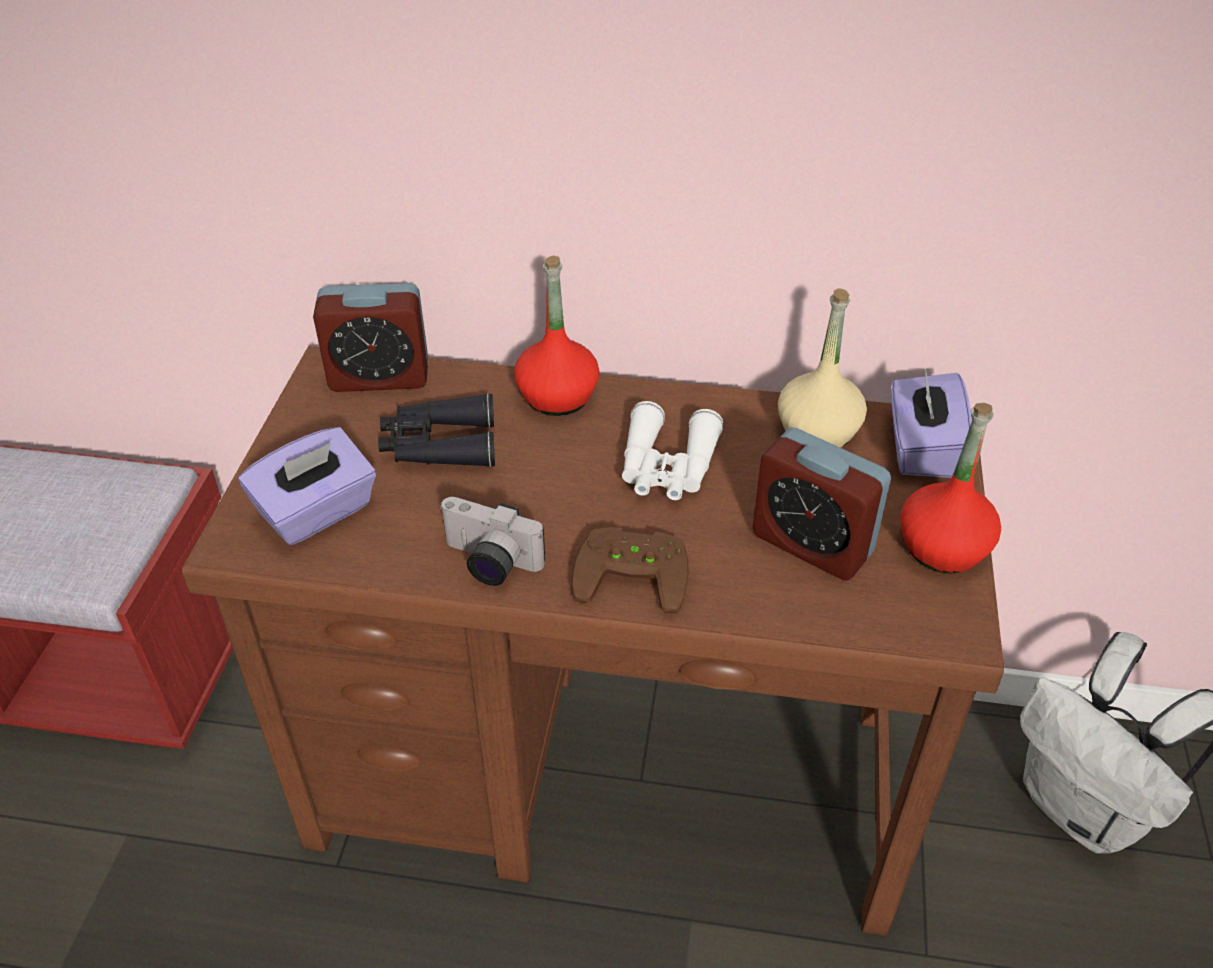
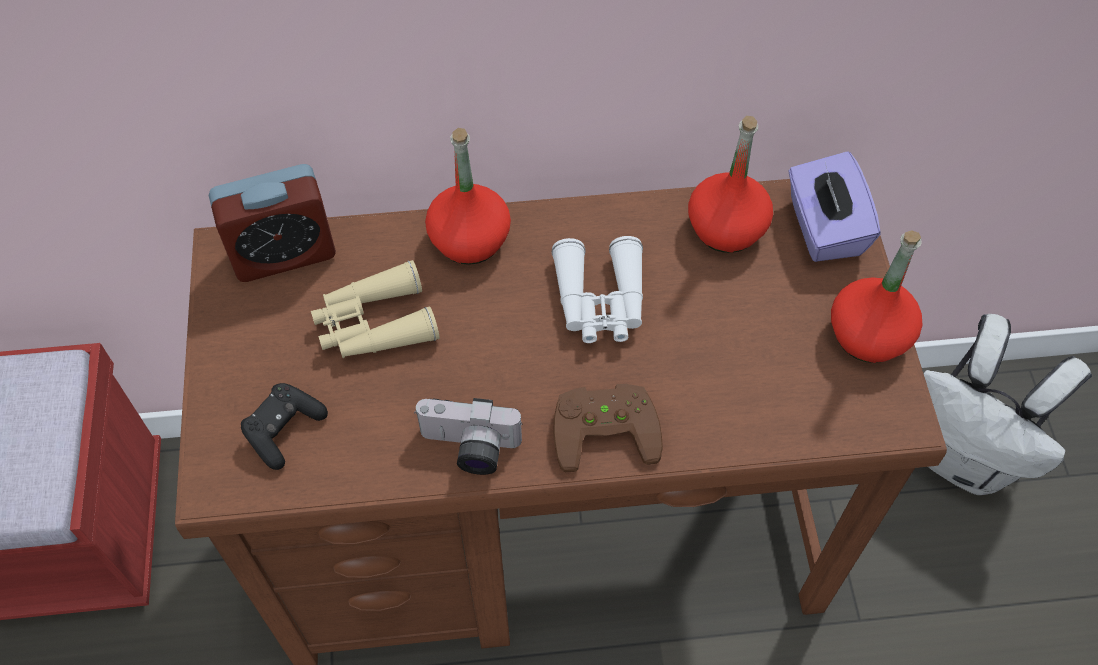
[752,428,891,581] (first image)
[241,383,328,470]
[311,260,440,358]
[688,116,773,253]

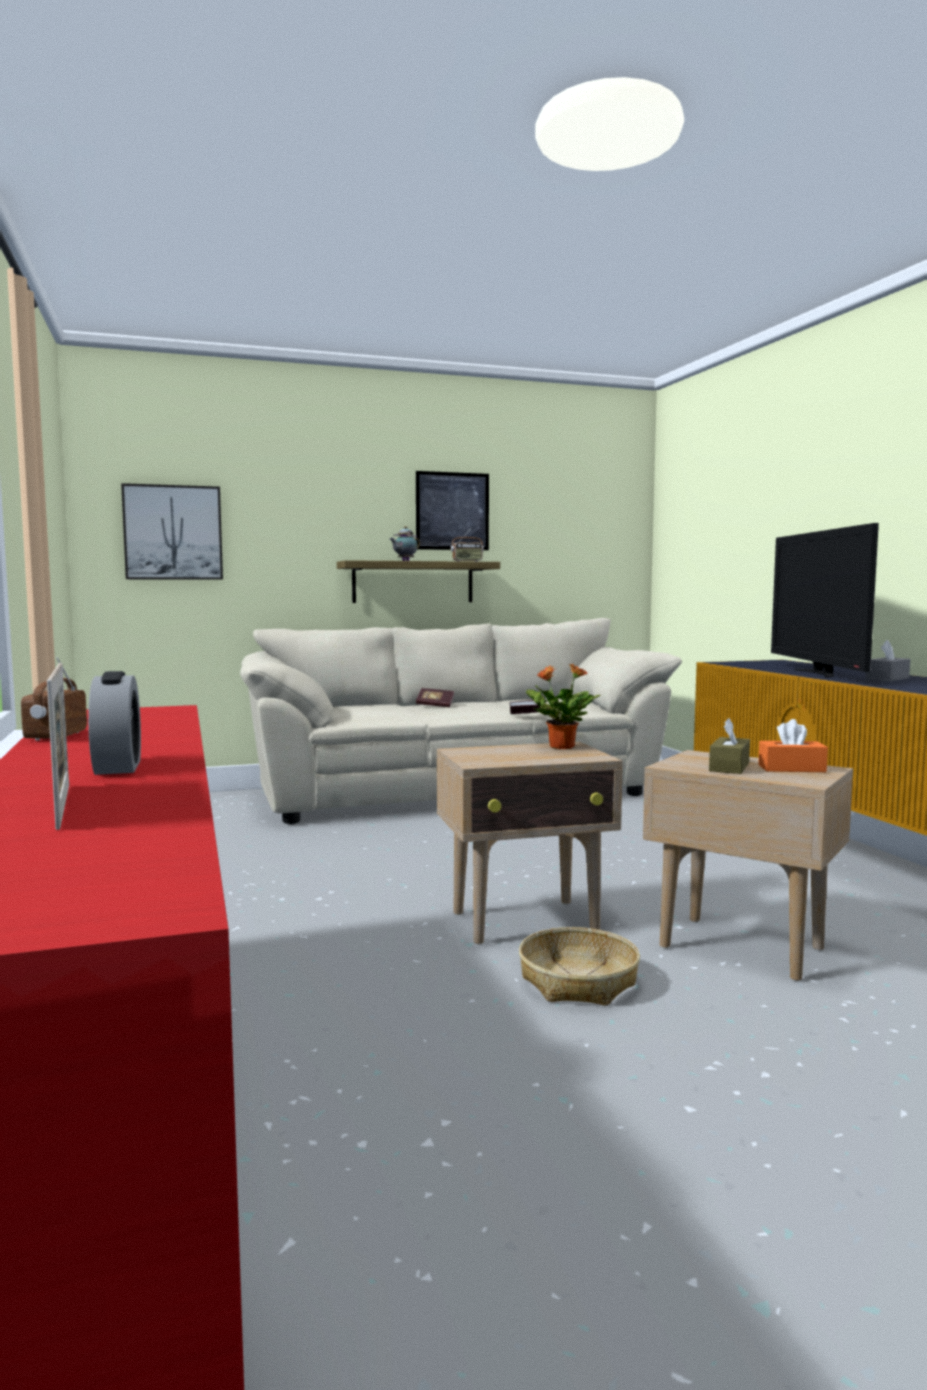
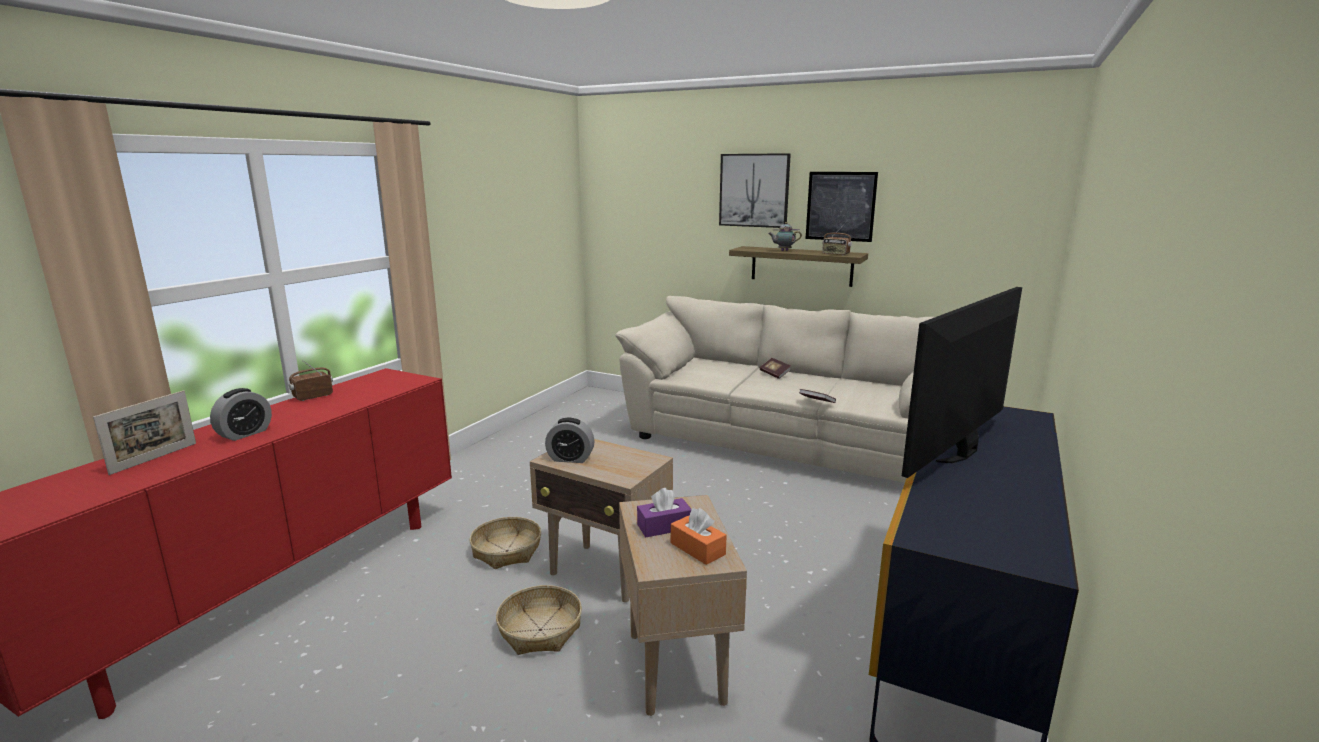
[526,663,601,749] (first image)
[865,640,910,682] (first image)
[470,517,541,569]
[545,418,595,463]
[719,153,791,228]
[637,488,691,537]

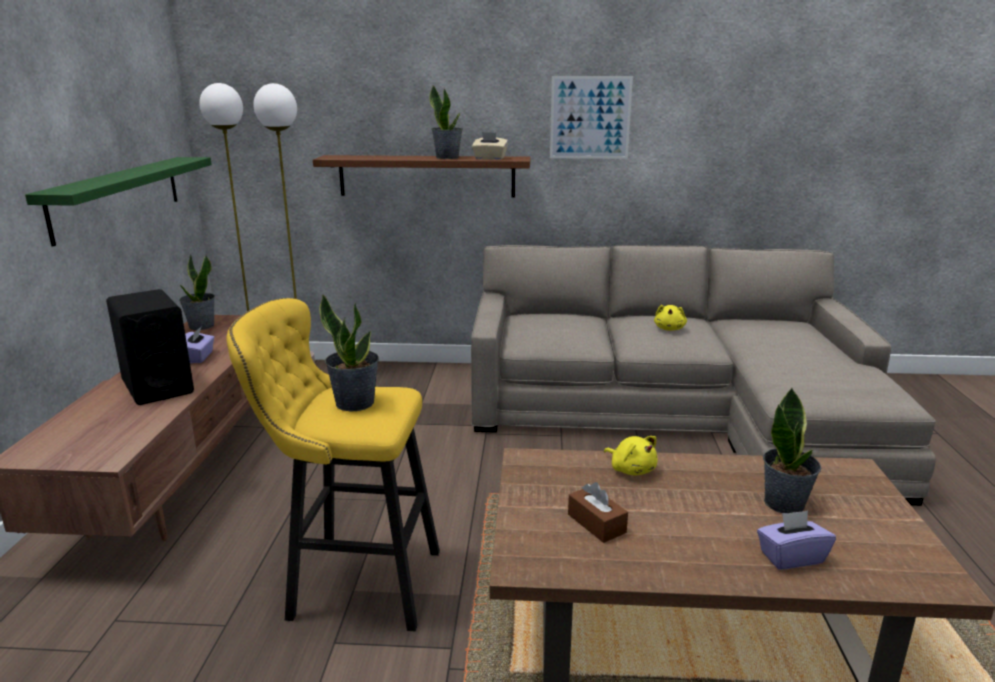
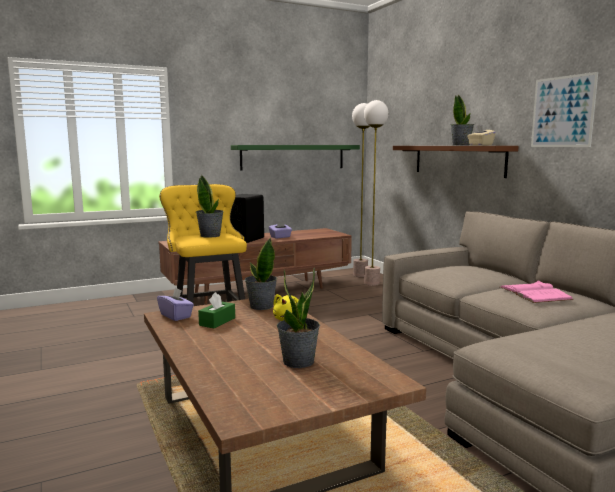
[245,238,277,310]
[157,287,194,321]
[500,280,574,303]
[198,292,235,328]

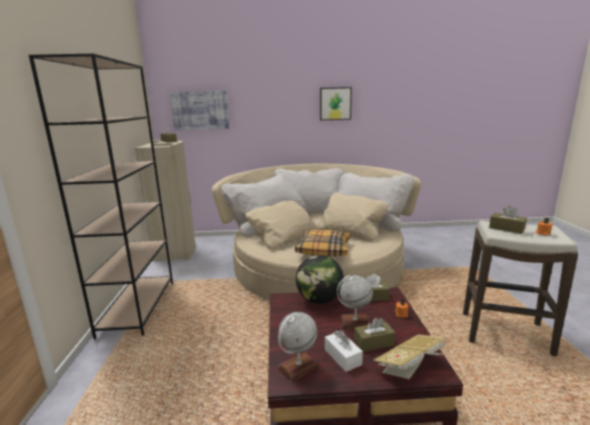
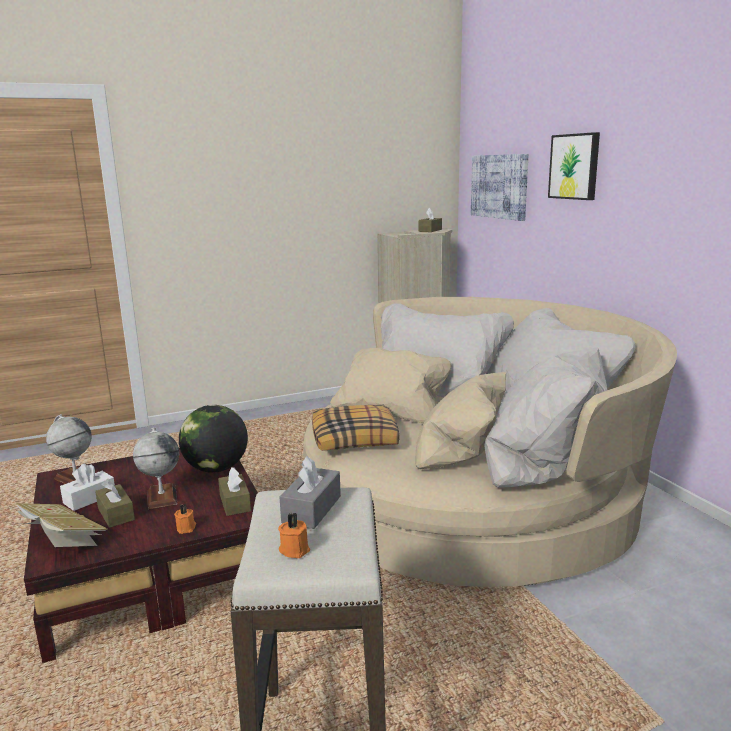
[29,54,173,339] (first image)
[548,132,600,200]
[279,456,341,529]

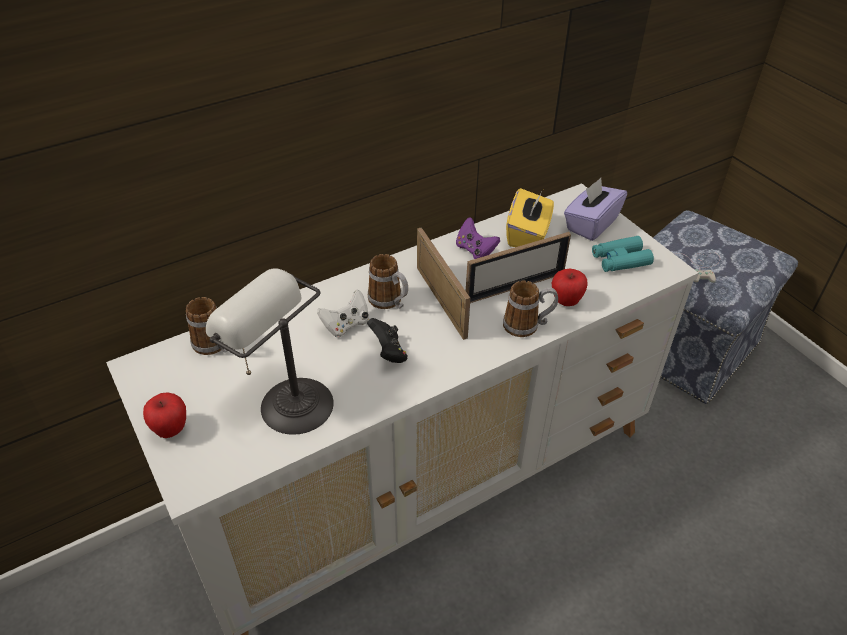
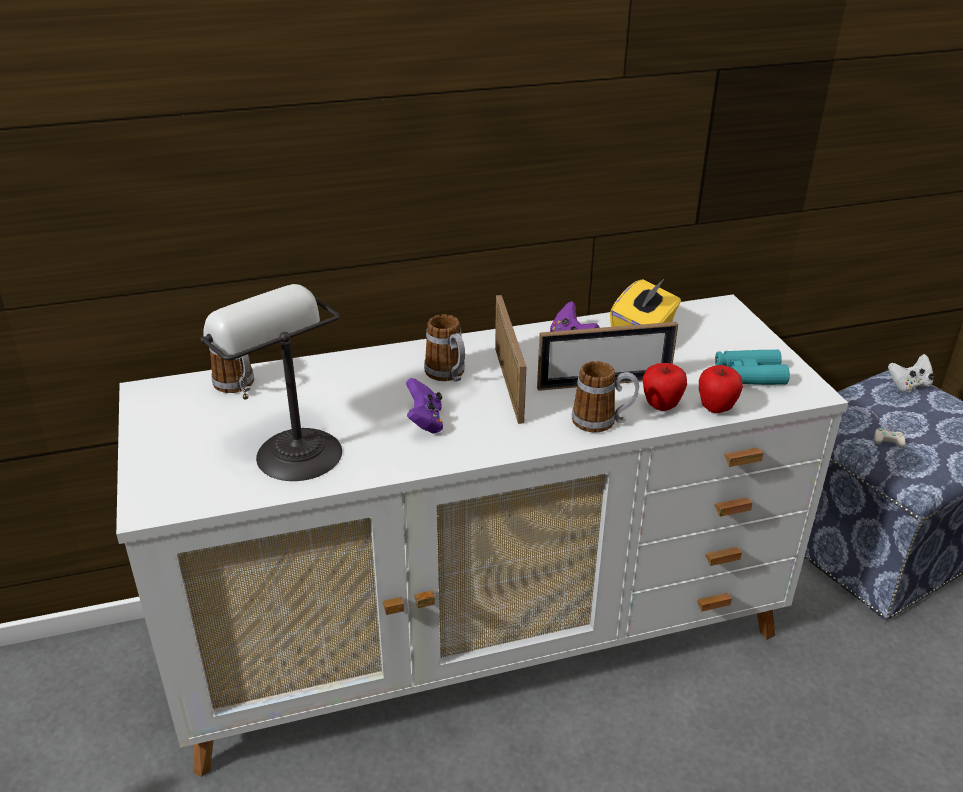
[564,178,627,241] (first image)
[699,365,743,413]
[888,354,935,392]
[406,378,443,433]

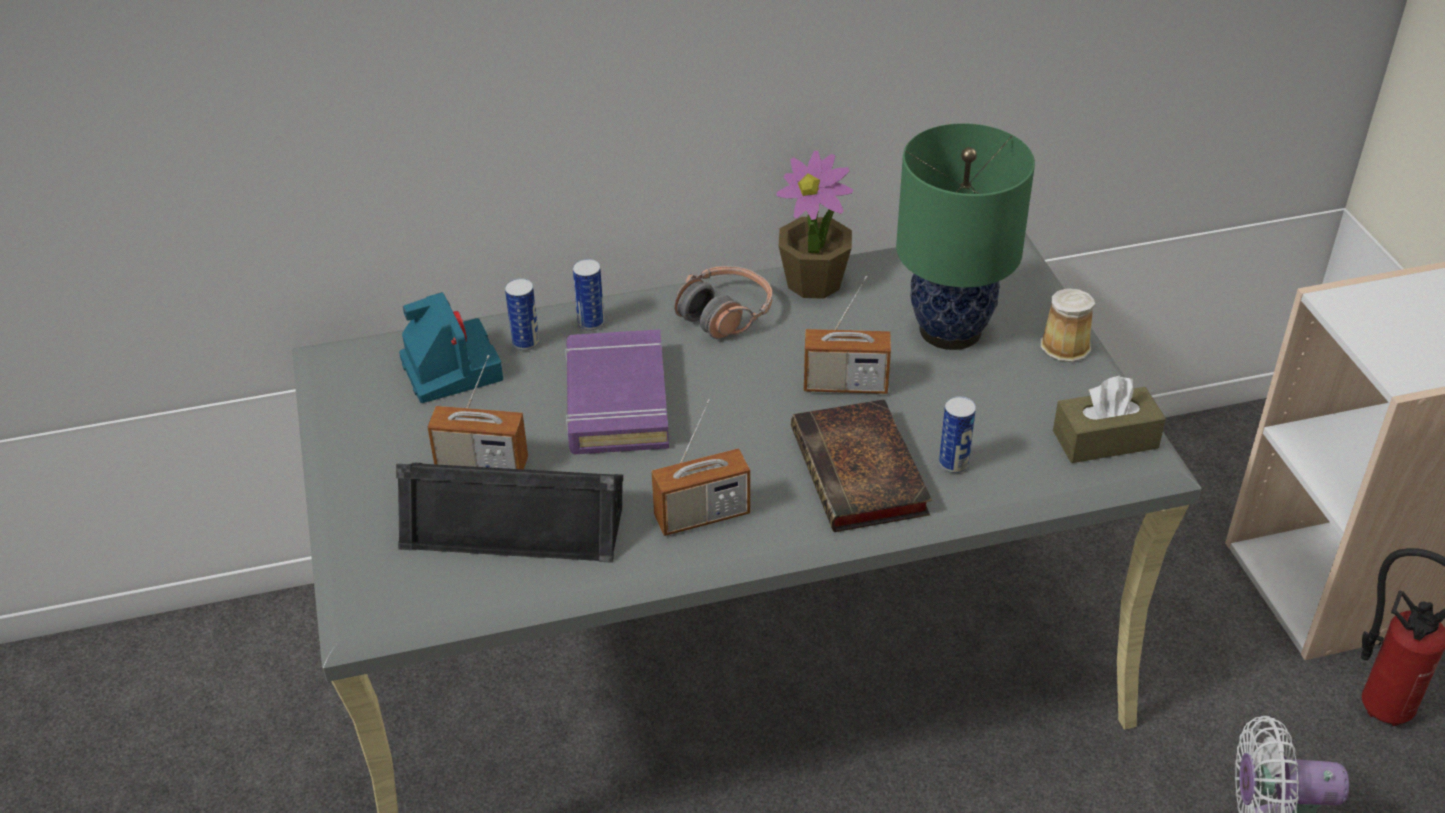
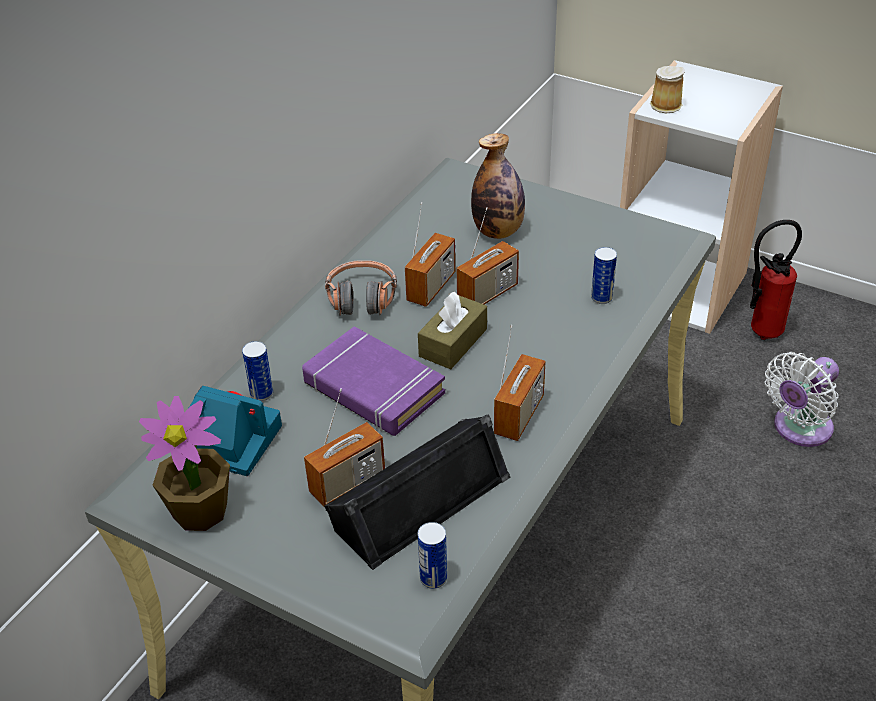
[791,399,932,532] (first image)
[405,202,455,307]
[418,522,447,589]
[139,396,230,531]
[650,66,685,113]
[418,292,487,369]
[471,133,525,239]

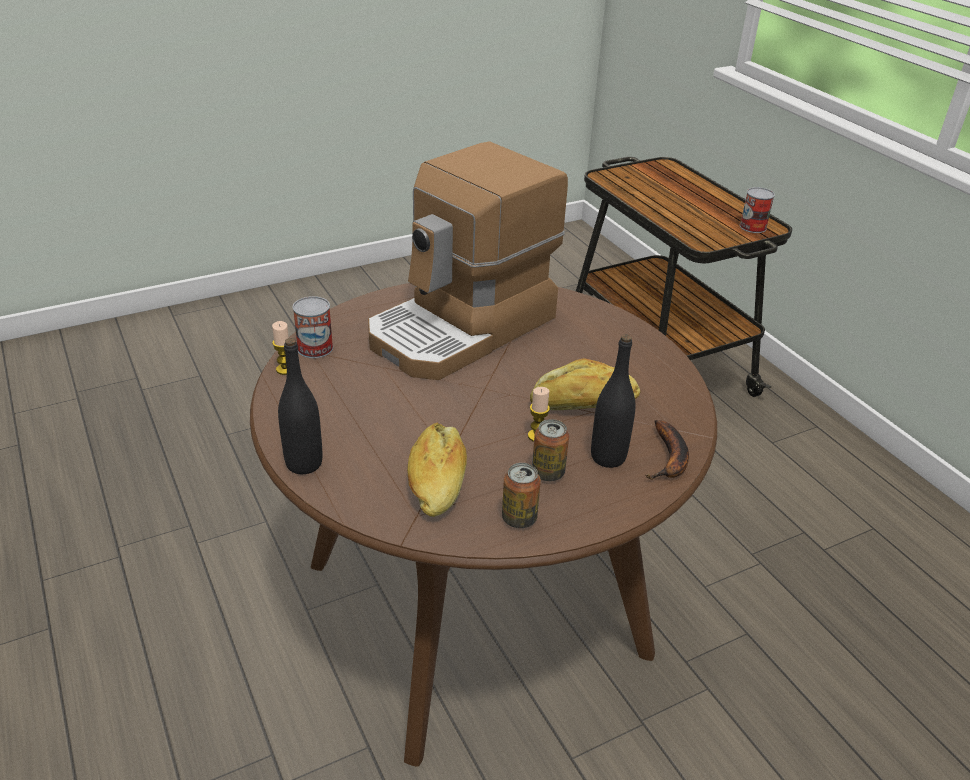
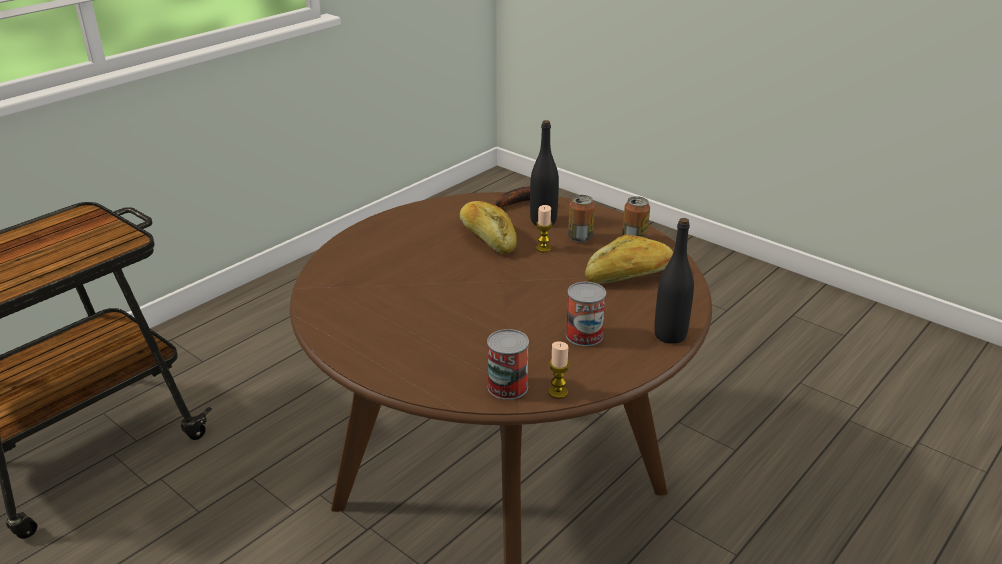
[368,141,568,380] (first image)
[566,282,606,346]

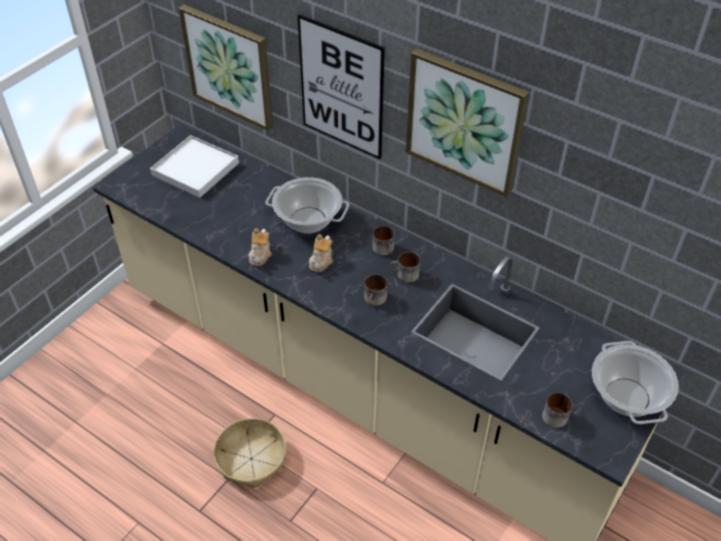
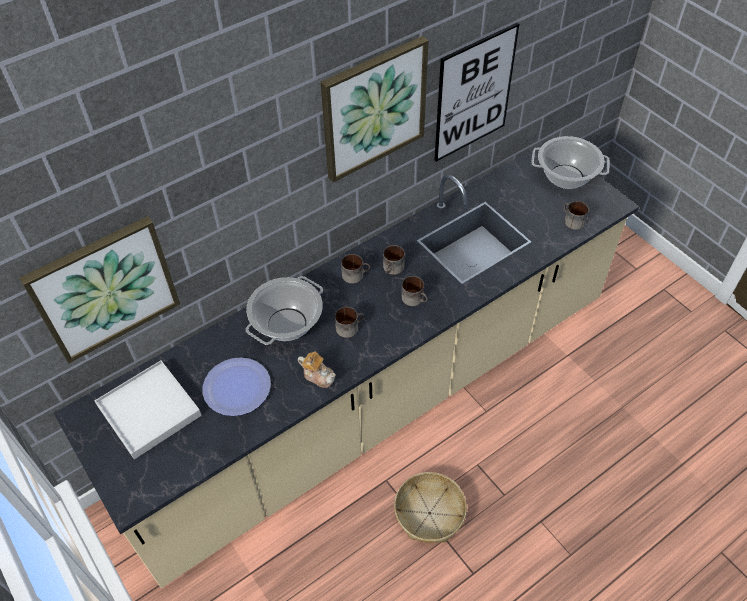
[203,357,271,416]
[435,23,519,162]
[335,307,364,338]

